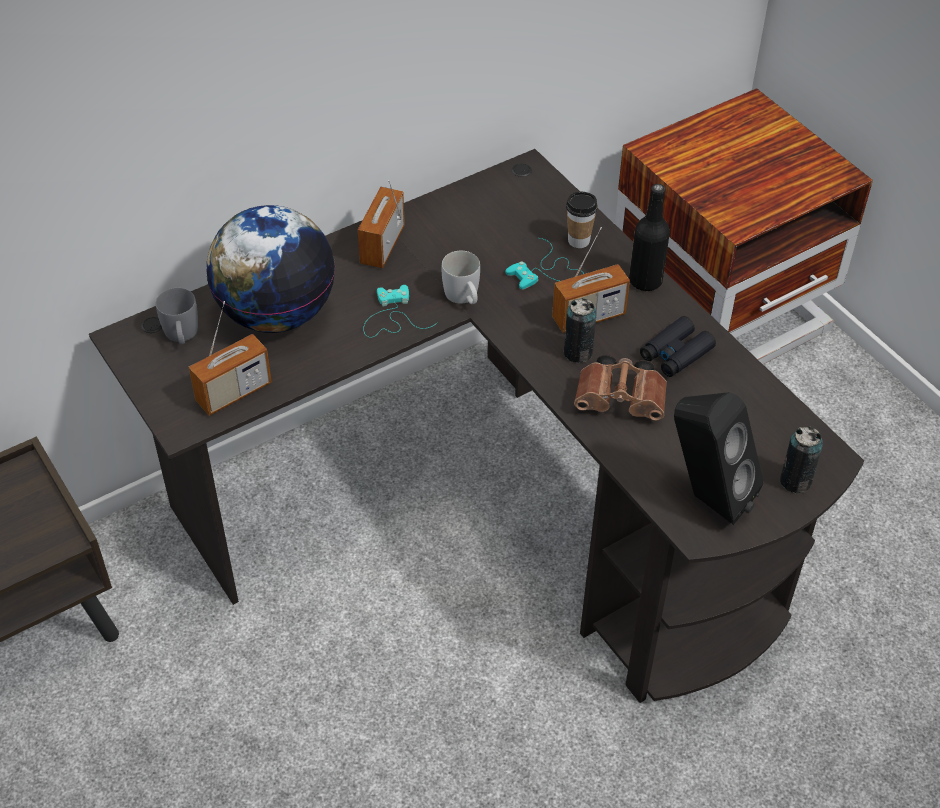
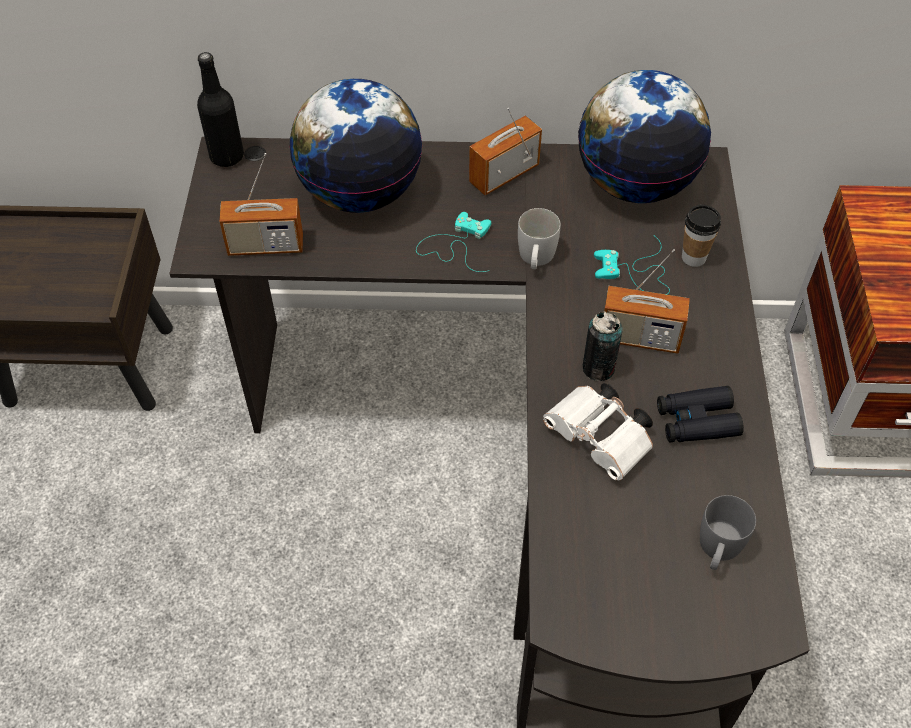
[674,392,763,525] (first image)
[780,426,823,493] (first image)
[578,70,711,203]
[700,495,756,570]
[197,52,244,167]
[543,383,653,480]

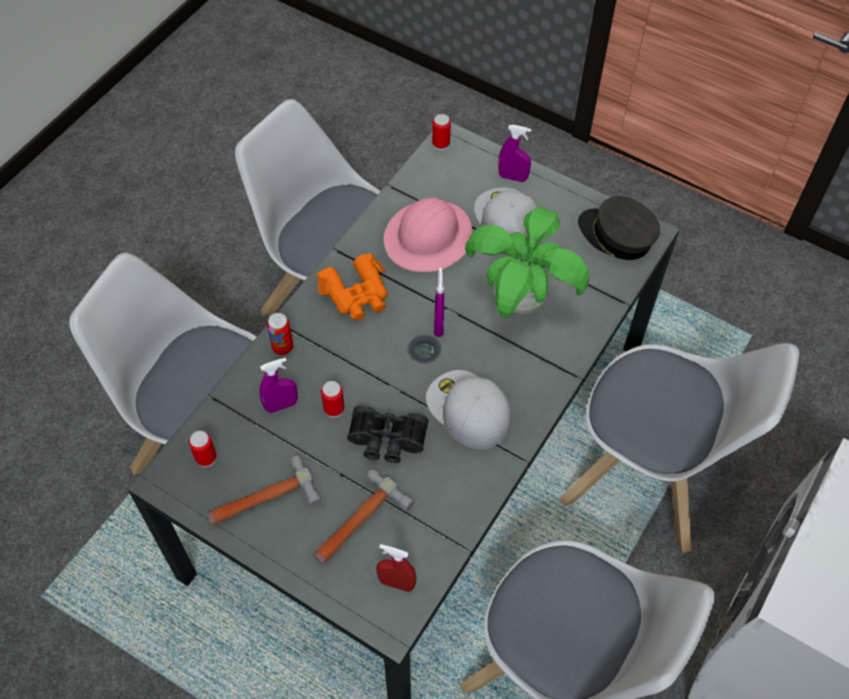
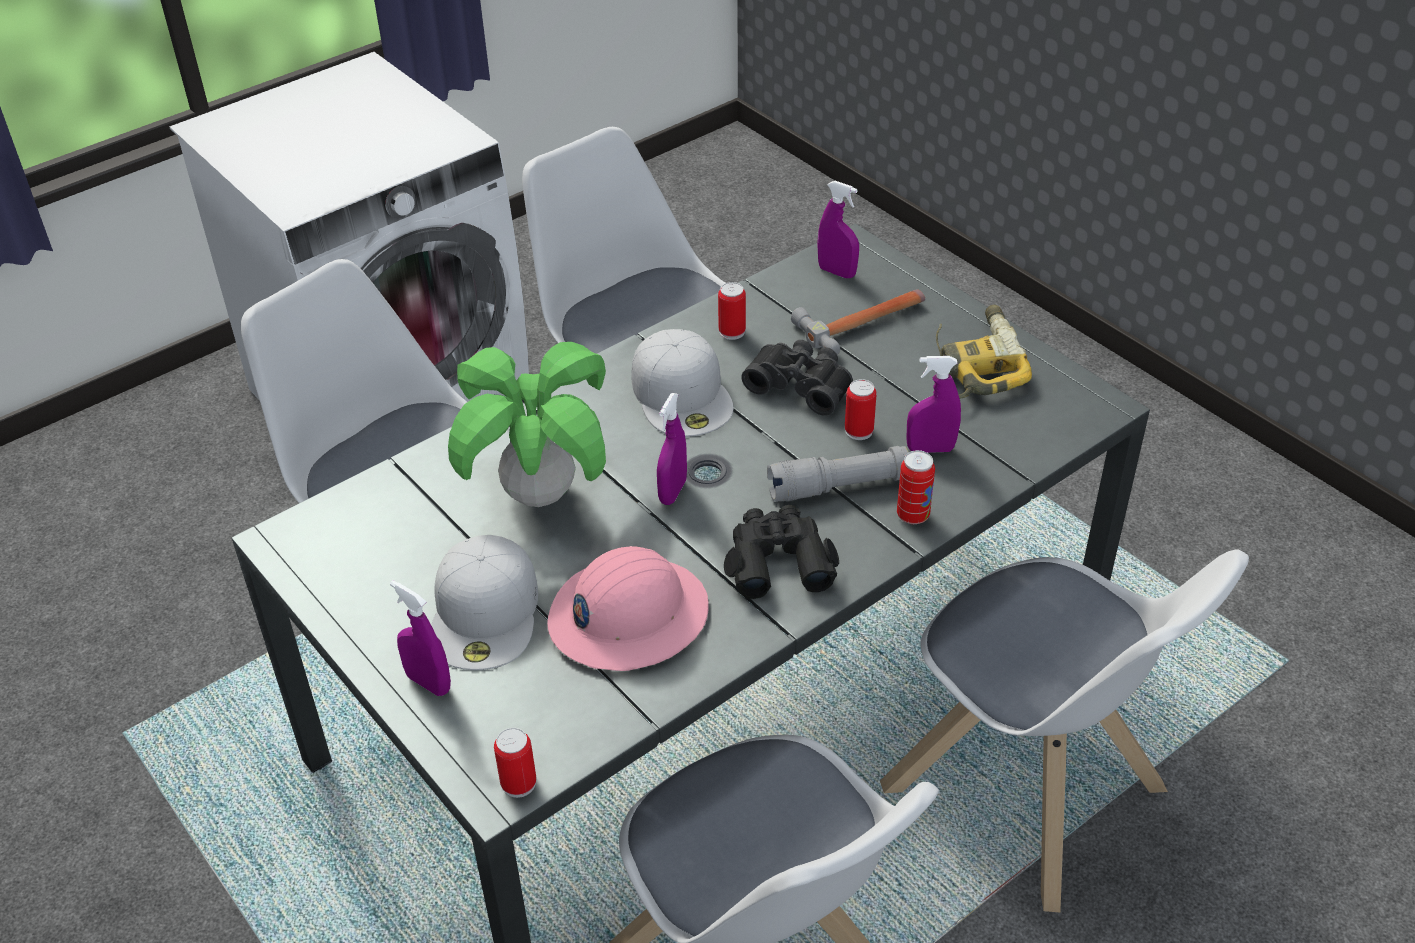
[578,196,660,260] (first image)
[767,446,909,502]
[718,282,746,340]
[936,305,1032,398]
[724,505,839,599]
[817,181,859,278]

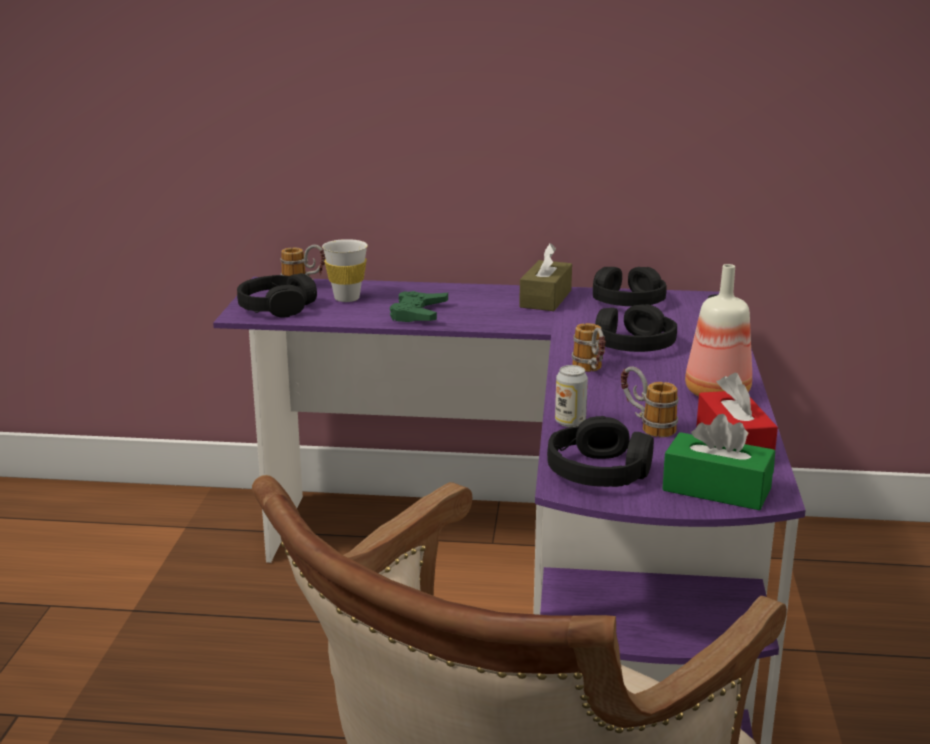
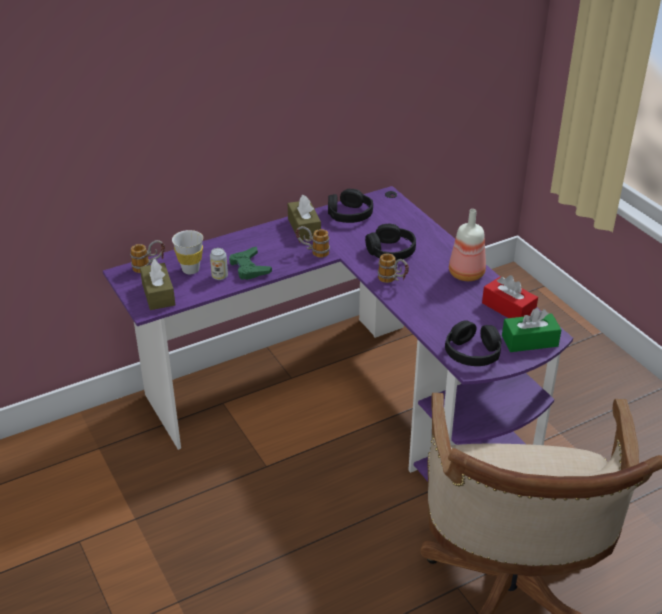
[210,248,228,280]
[296,226,330,258]
[140,259,175,310]

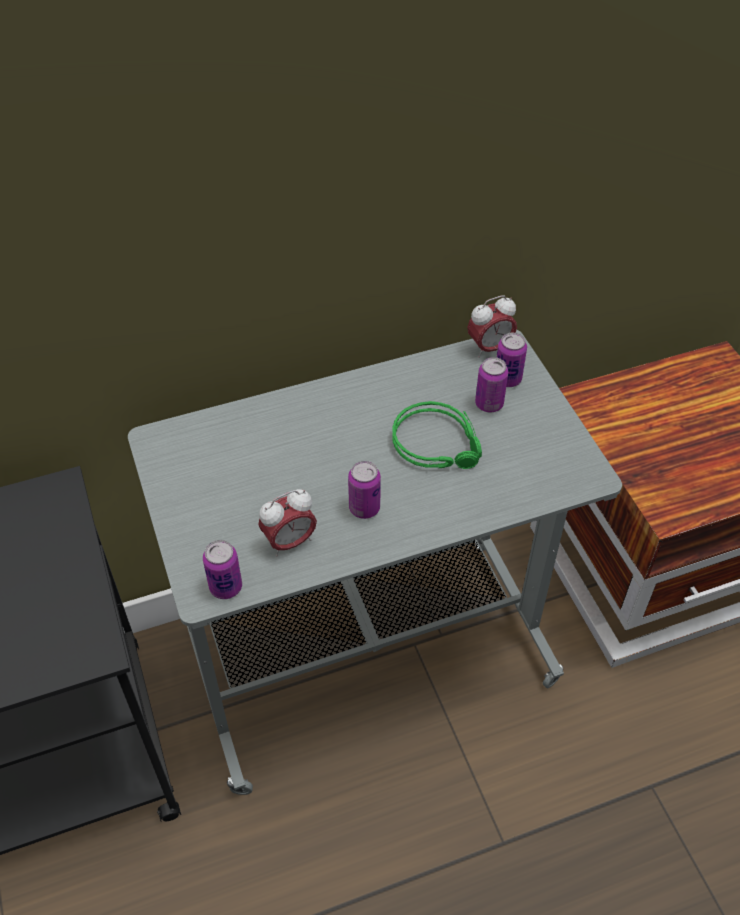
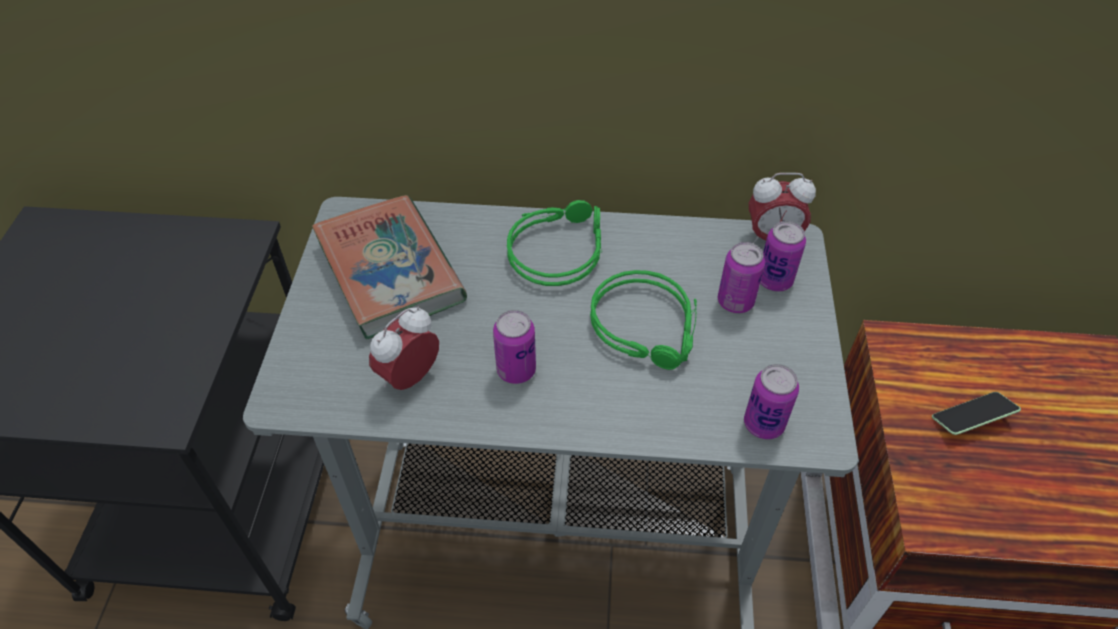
[312,195,467,340]
[507,200,602,286]
[932,392,1021,435]
[744,364,799,439]
[369,307,439,390]

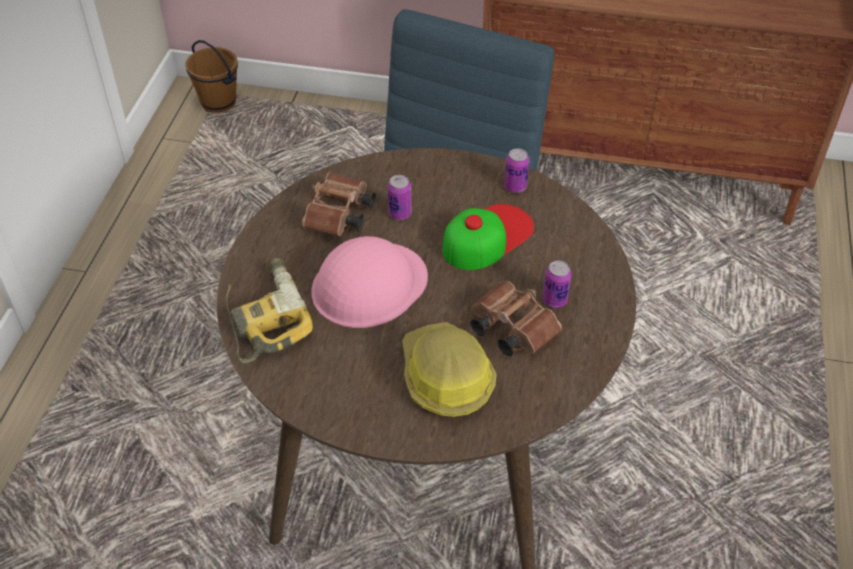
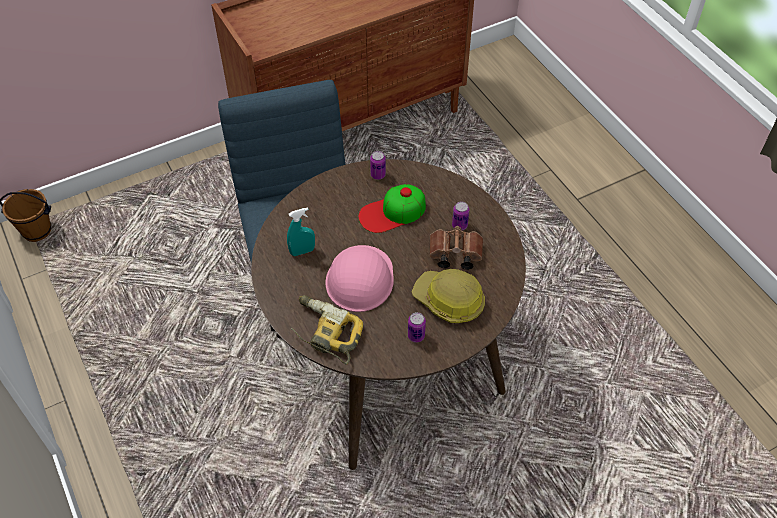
[408,312,426,342]
[287,207,315,256]
[358,184,426,233]

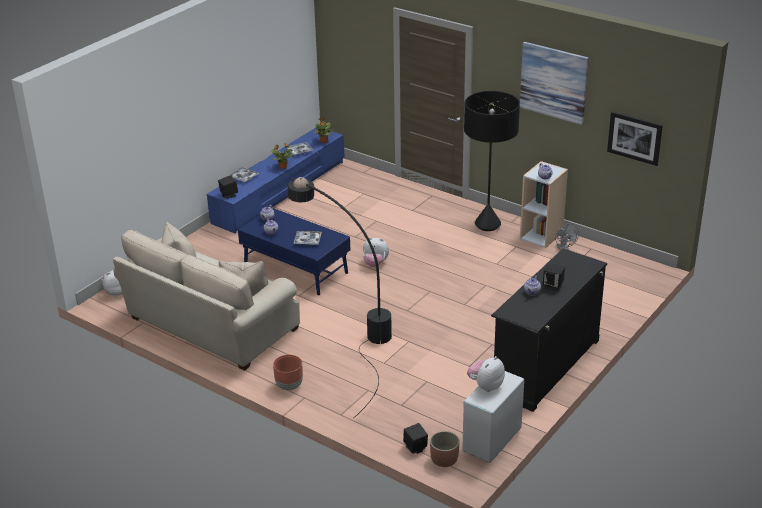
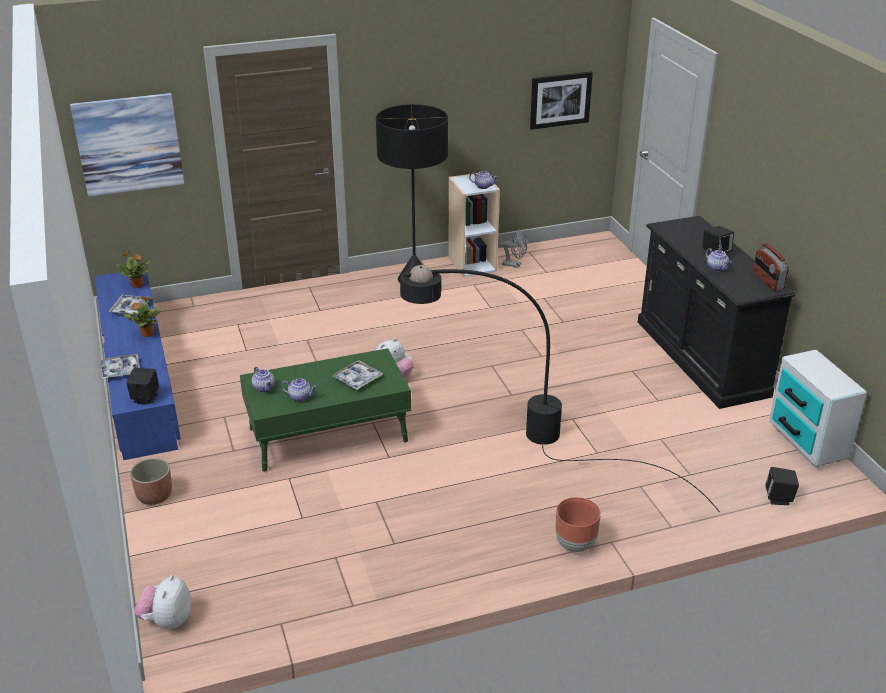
[113,221,300,371] (first image)
[467,356,505,392] (first image)
[753,243,789,291]
[130,458,172,505]
[70,93,184,197]
[240,348,411,472]

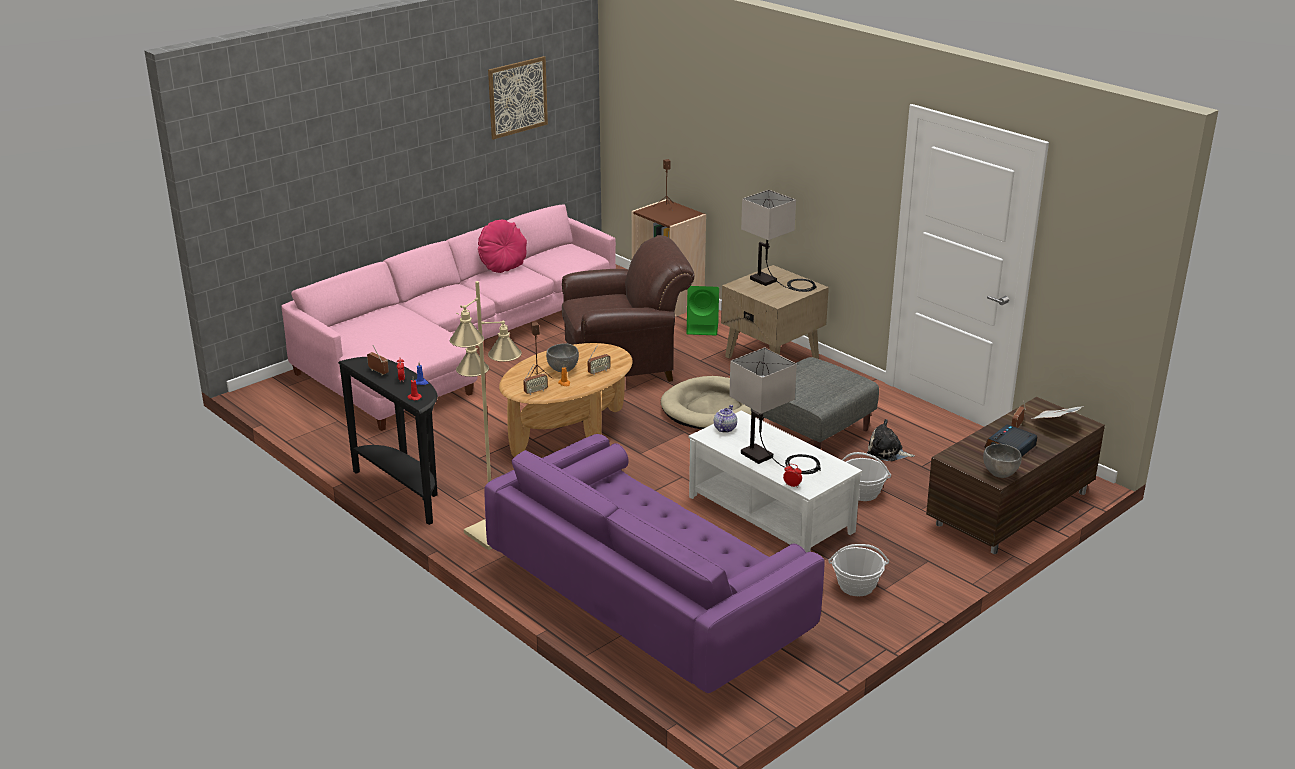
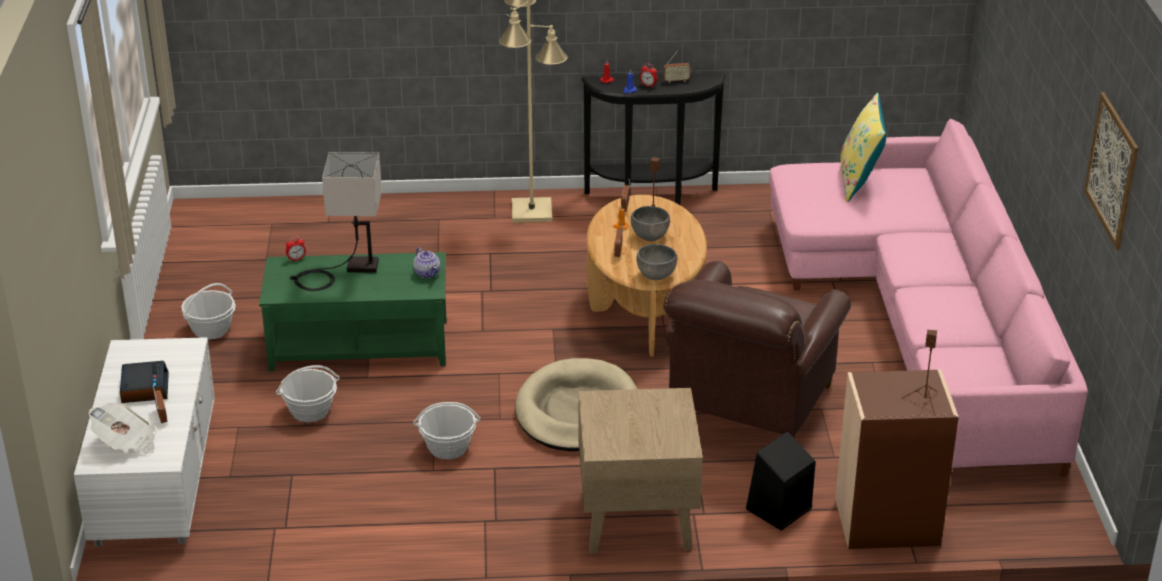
[478,220,527,273] (first image)
[484,434,825,693] (first image)
[741,190,817,292] (first image)
[867,419,915,461] (first image)
[840,92,886,202]
[637,244,677,280]
[413,402,481,459]
[746,432,816,531]
[259,252,446,372]
[74,337,215,547]

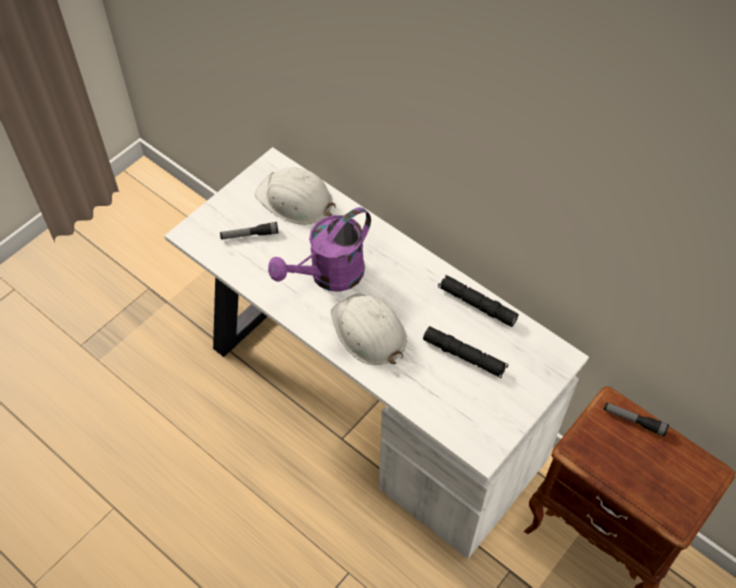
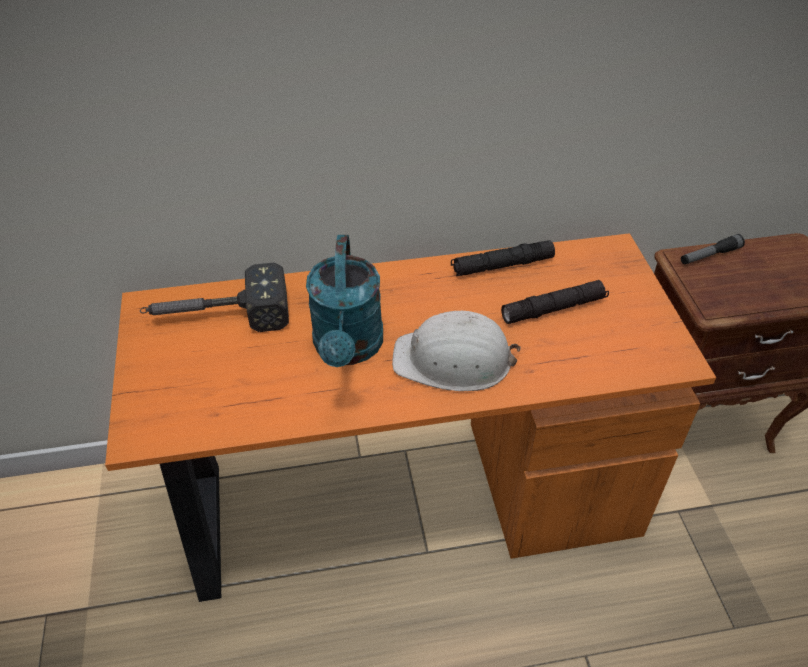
[220,222,279,239] (first image)
[140,263,289,332]
[105,233,716,602]
[306,235,383,367]

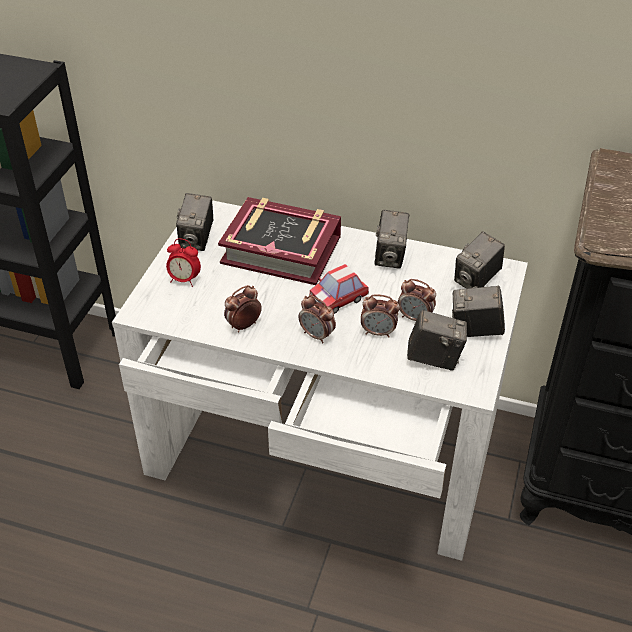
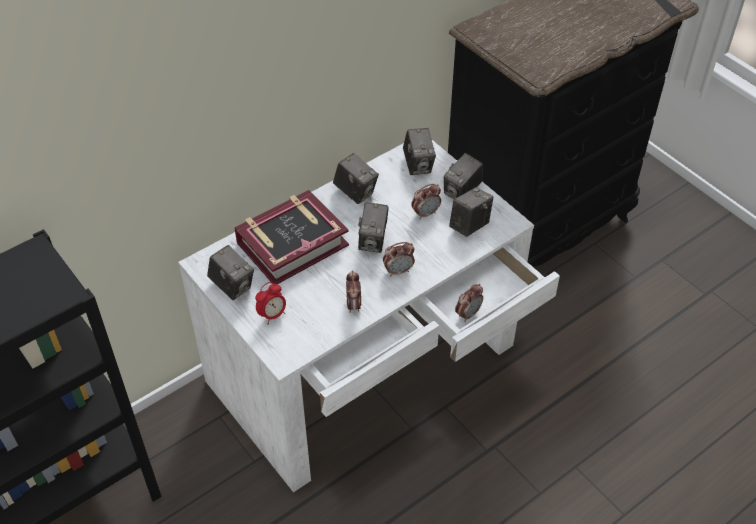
[455,284,483,322]
[358,202,389,253]

